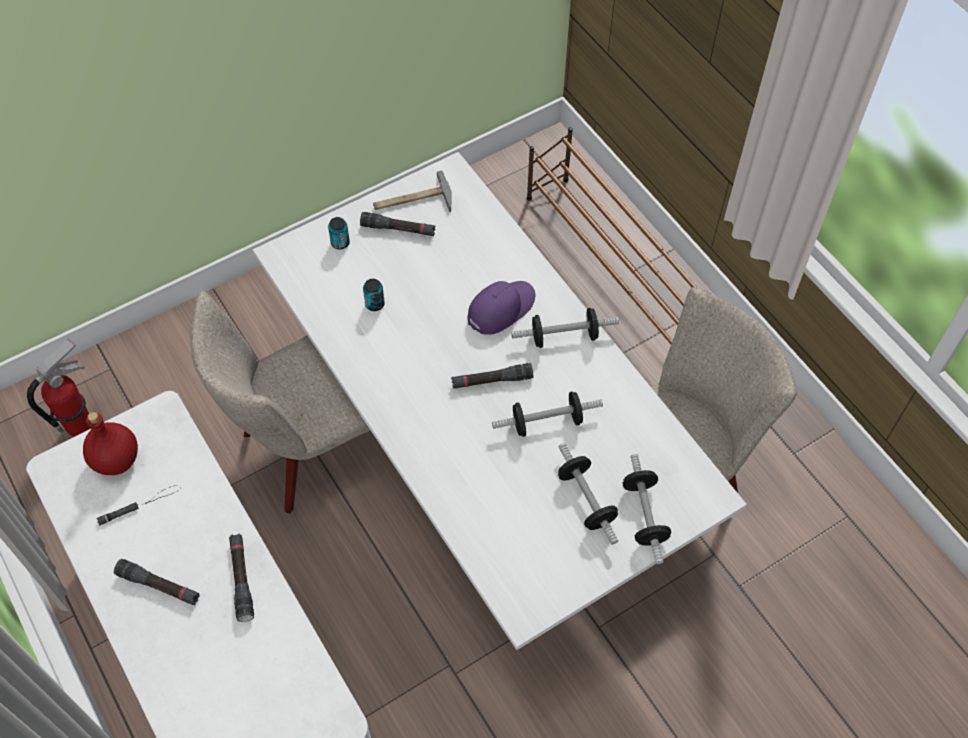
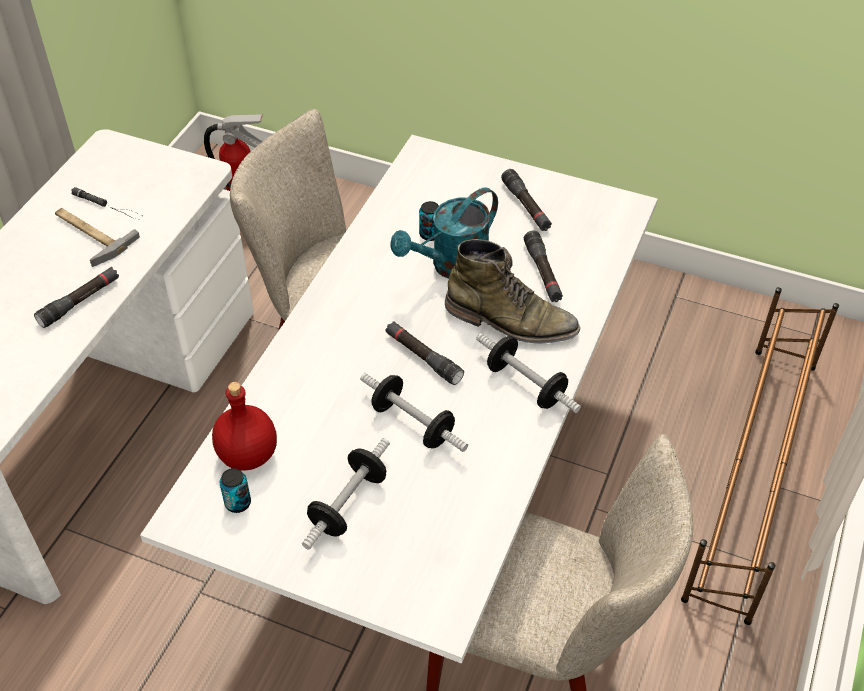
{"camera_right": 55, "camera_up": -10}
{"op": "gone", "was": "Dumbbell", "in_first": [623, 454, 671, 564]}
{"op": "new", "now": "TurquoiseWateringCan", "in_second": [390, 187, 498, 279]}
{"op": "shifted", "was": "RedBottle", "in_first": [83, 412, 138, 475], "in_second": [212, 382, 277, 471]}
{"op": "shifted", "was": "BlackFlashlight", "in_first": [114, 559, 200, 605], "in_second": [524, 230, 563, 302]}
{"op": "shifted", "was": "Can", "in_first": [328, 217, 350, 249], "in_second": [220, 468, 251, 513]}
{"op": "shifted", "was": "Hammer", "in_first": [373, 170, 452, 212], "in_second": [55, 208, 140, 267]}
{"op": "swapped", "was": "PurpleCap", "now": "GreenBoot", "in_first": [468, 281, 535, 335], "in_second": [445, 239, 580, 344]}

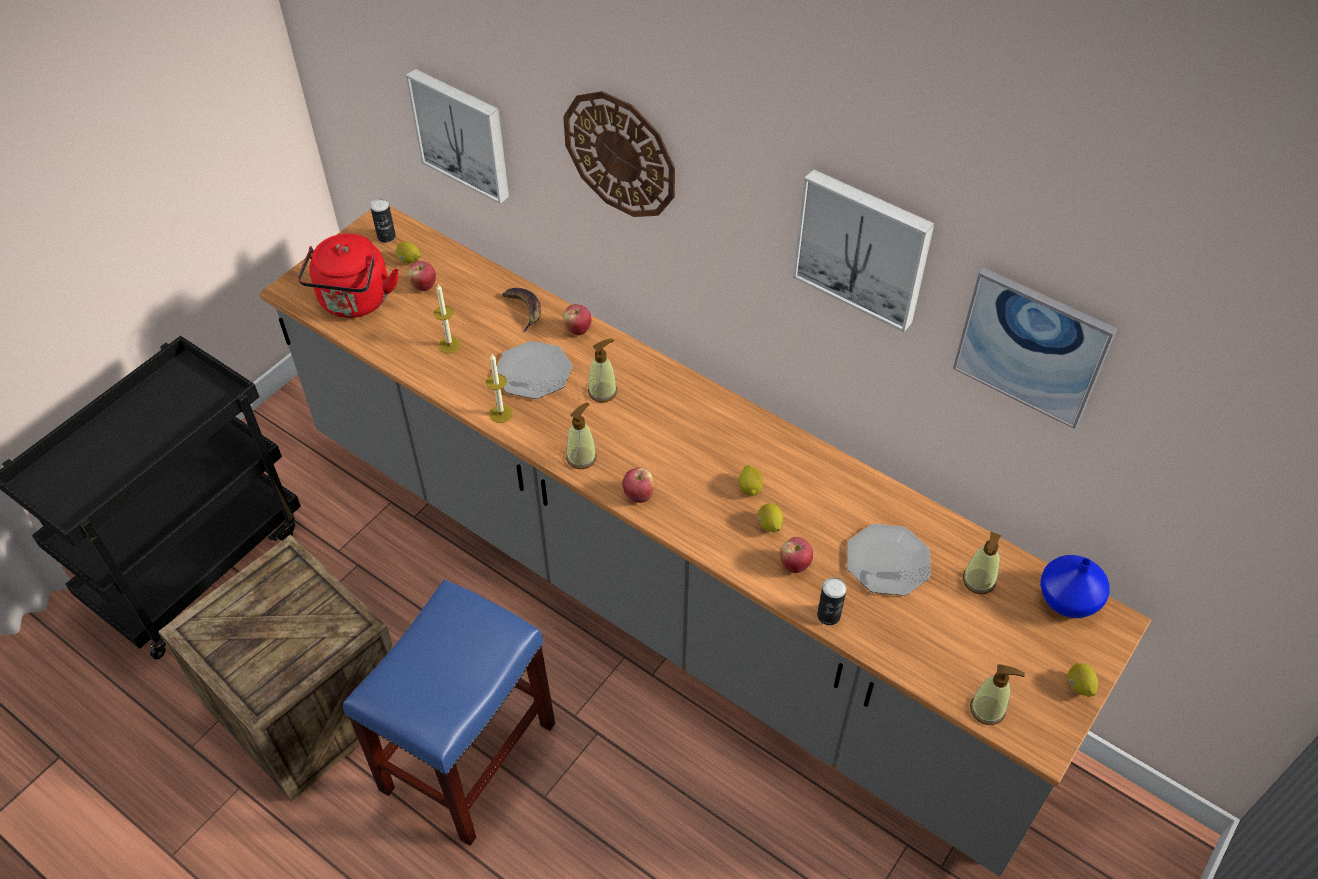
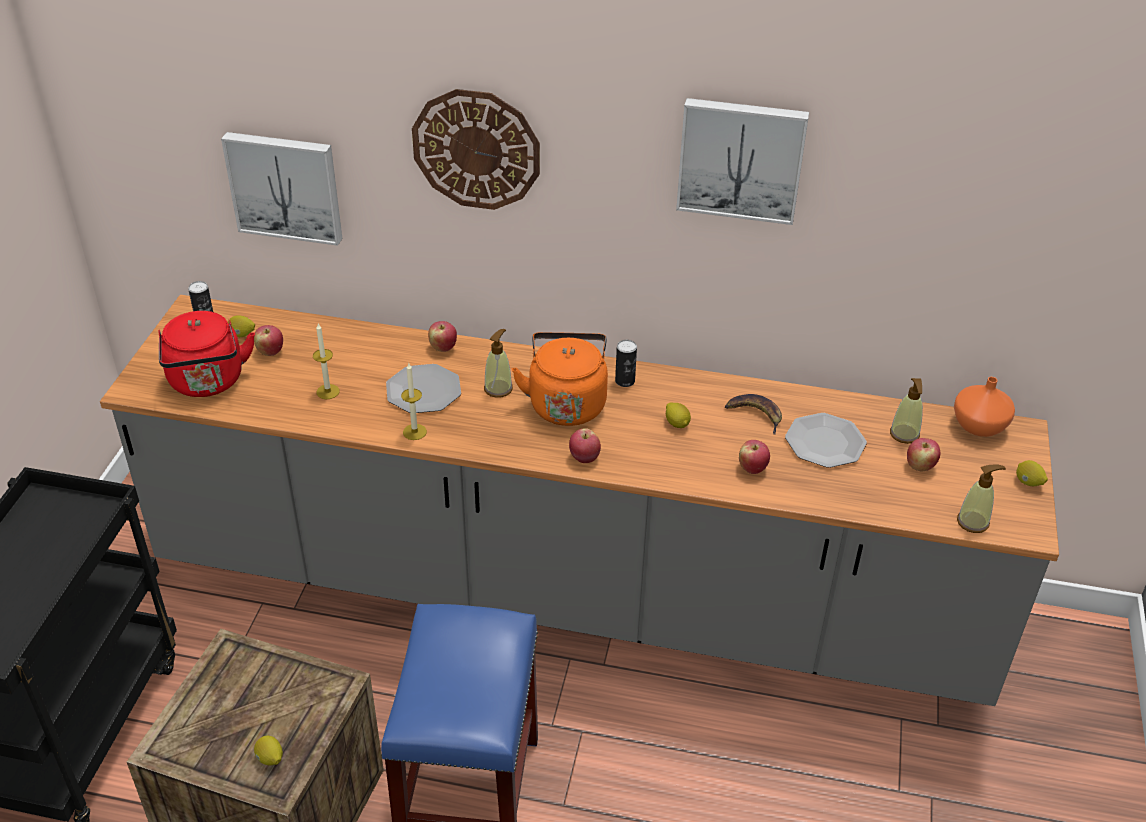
{"camera_right": -25, "camera_up": -10}
{"op": "gone", "was": "SoapDispenser", "in_first": [566, 403, 597, 469]}
{"op": "gone", "was": "Picture", "in_first": [953, 267, 1117, 429]}
{"op": "new", "now": "OrangeKettle", "in_second": [512, 332, 608, 426]}
{"op": "new", "now": "Apple", "in_second": [907, 438, 940, 471]}
{"op": "shifted", "was": "Banana", "in_first": [502, 288, 541, 332], "in_second": [725, 394, 782, 435]}
{"op": "shifted", "was": "Lemon", "in_first": [758, 503, 783, 533], "in_second": [254, 736, 283, 766]}
{"op": "shifted", "was": "Can", "in_first": [817, 578, 847, 625], "in_second": [615, 340, 637, 387]}
{"op": "repainted", "was": "BlueVase", "now": "OrangeVase", "in_first": [1040, 555, 1110, 618], "in_second": [954, 377, 1015, 437]}

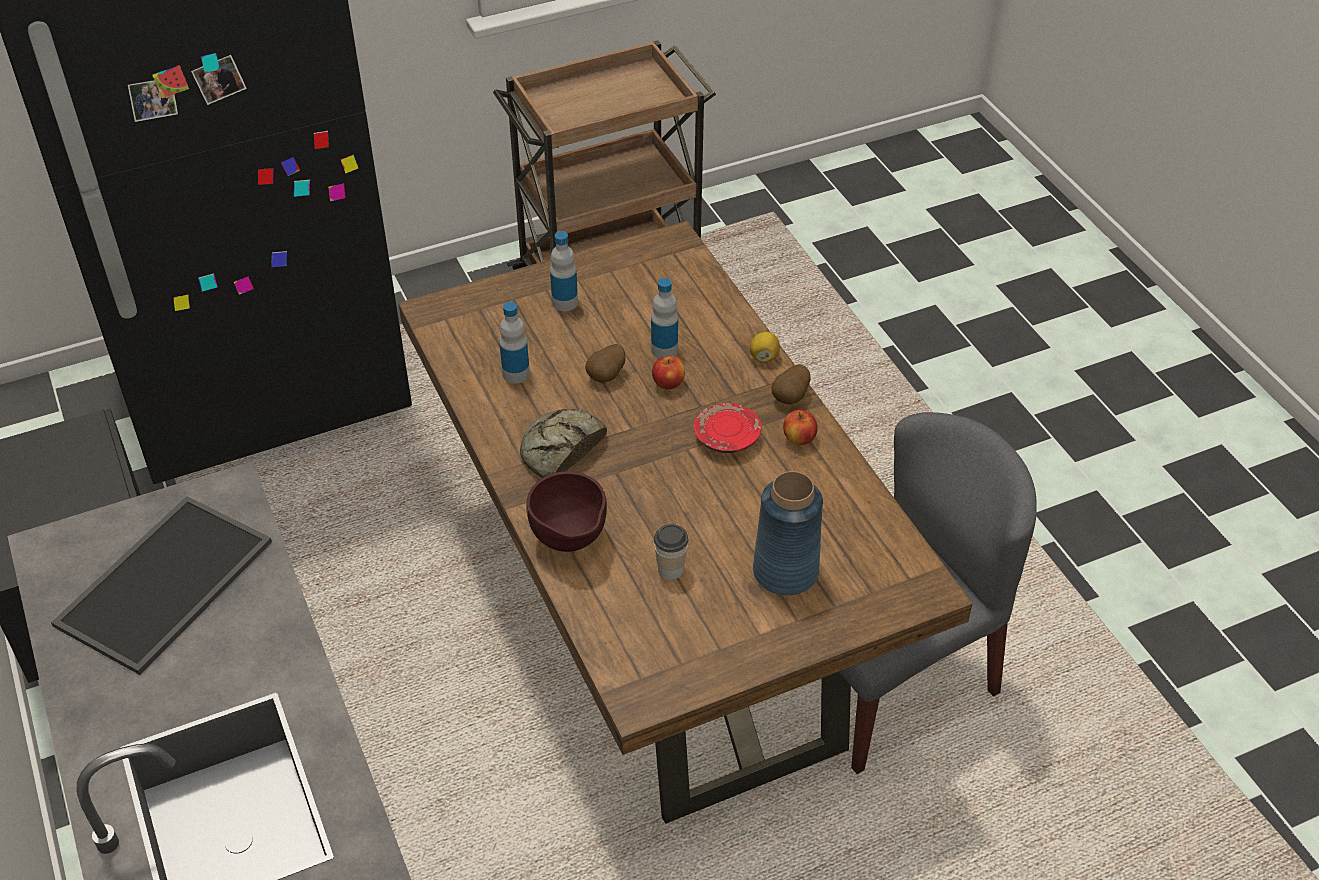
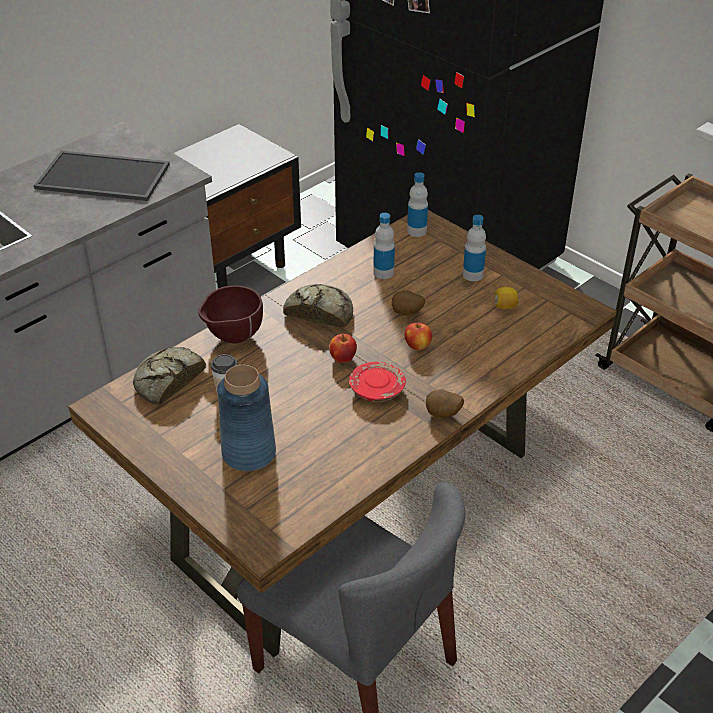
{"camera_right": 70, "camera_up": -5}
{"op": "new", "now": "Bread", "in_second": [133, 347, 206, 405]}
{"op": "shifted", "was": "Bottle", "in_first": [651, 278, 678, 358], "in_second": [407, 172, 428, 237]}
{"op": "shifted", "was": "Lemon", "in_first": [750, 332, 780, 363], "in_second": [494, 287, 519, 309]}
{"op": "shifted", "was": "Apple", "in_first": [783, 410, 817, 445], "in_second": [329, 334, 357, 363]}

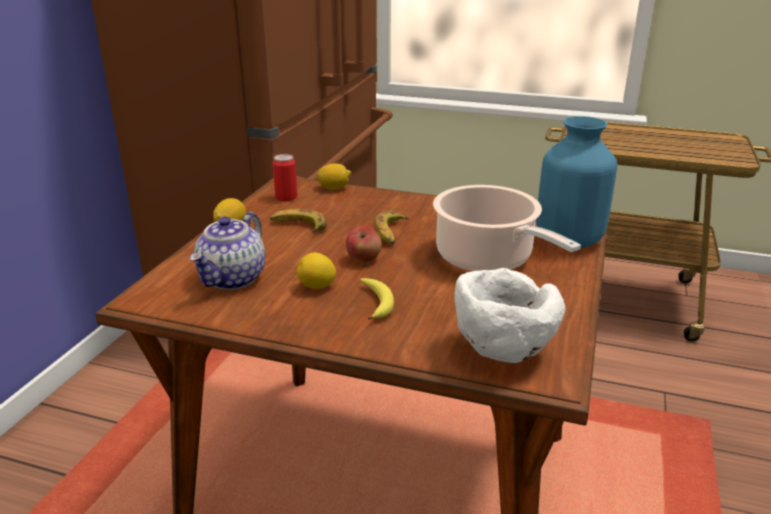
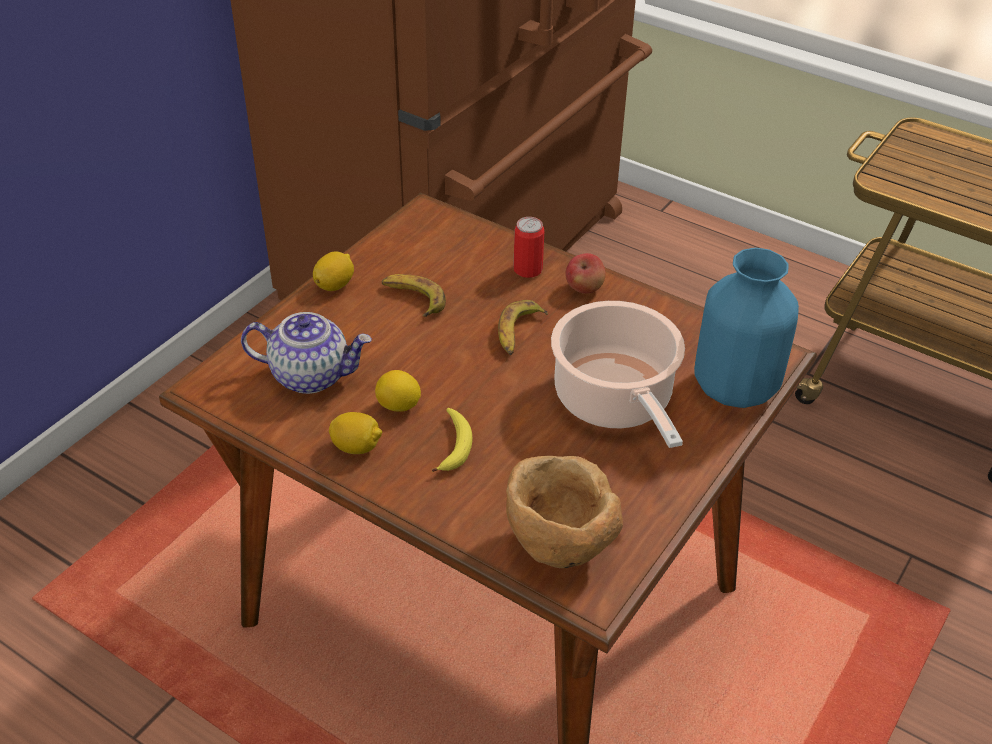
{"camera_right": 15, "camera_up": 15}
{"op": "shifted", "was": "Can", "in_first": [273, 154, 298, 201], "in_second": [513, 217, 544, 278]}
{"op": "shifted", "was": "Lemon", "in_first": [317, 163, 351, 190], "in_second": [329, 412, 382, 454]}
{"op": "shifted", "was": "Apple", "in_first": [346, 226, 382, 262], "in_second": [566, 253, 606, 293]}
{"op": "repainted", "was": "WhiteBowl", "now": "BrownBowl", "in_first": [454, 268, 566, 363], "in_second": [506, 456, 623, 568]}
{"op": "rotated", "was": "Teapot", "in_first": [190, 212, 265, 290], "in_second": [241, 312, 372, 394], "clockwise": -120}

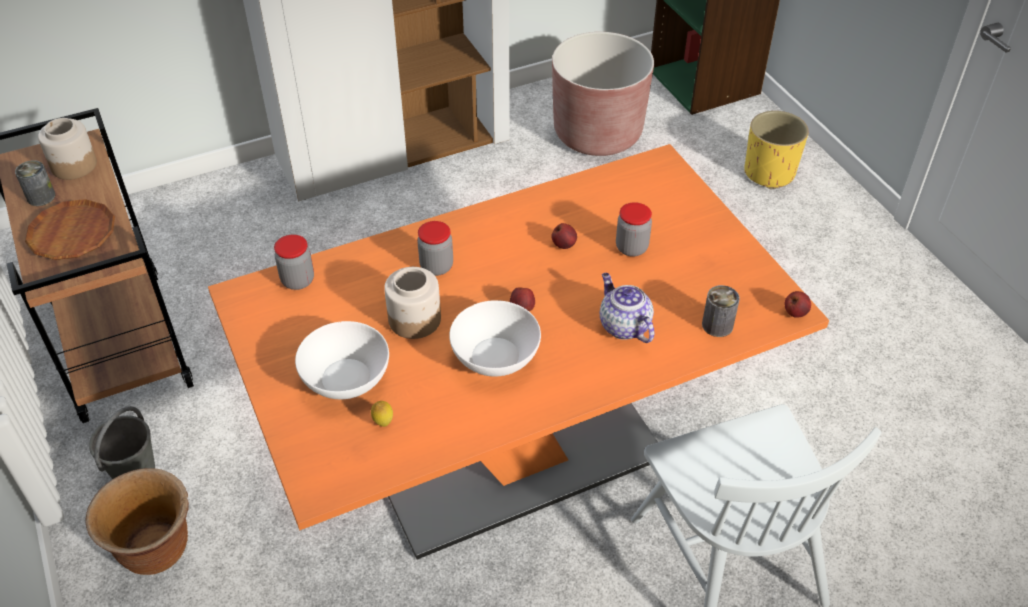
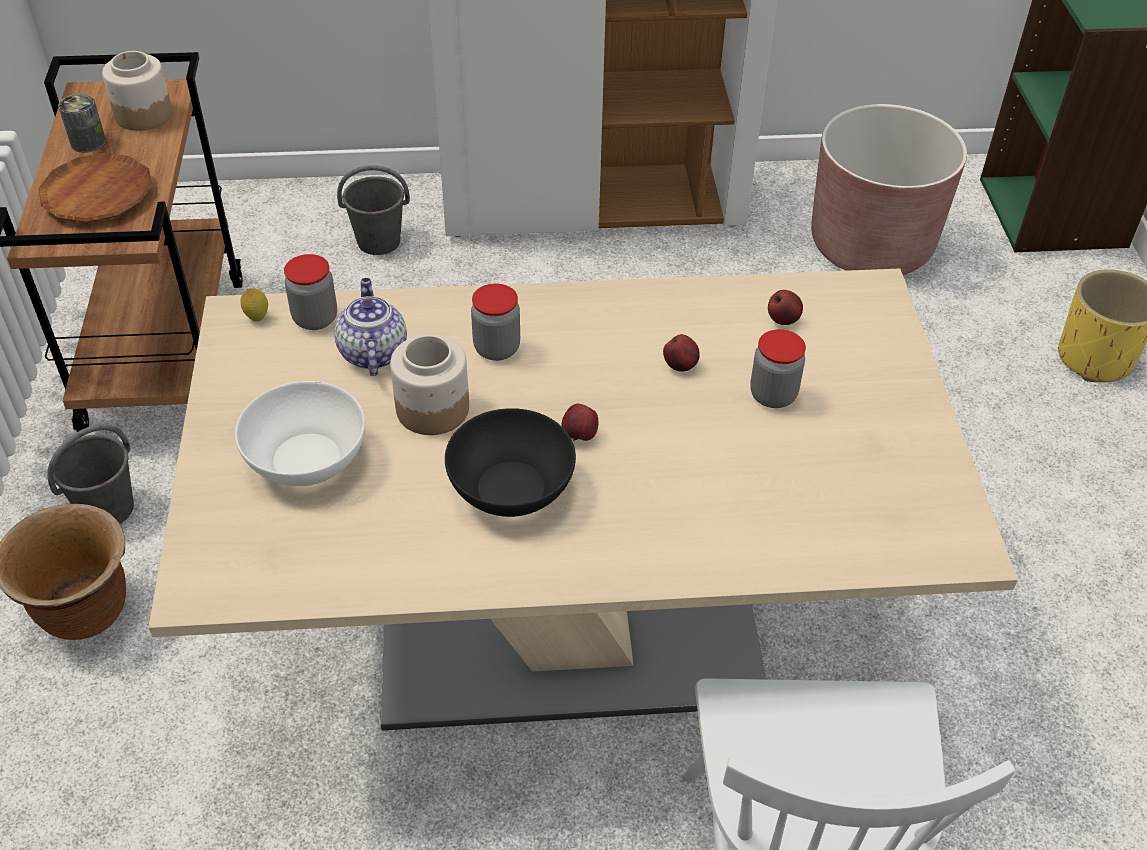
{"camera_right": 20, "camera_up": 0}
{"op": "gone", "was": "Can", "in_first": [702, 285, 740, 337]}
{"op": "new", "now": "GreyBucket", "in_second": [337, 165, 410, 255]}
{"op": "shifted", "was": "Lemon", "in_first": [371, 401, 393, 427], "in_second": [240, 288, 268, 322]}
{"op": "shifted", "was": "Teapot", "in_first": [600, 273, 655, 343], "in_second": [334, 278, 407, 376]}
{"op": "shifted", "was": "Apple", "in_first": [785, 291, 811, 318], "in_second": [768, 290, 803, 325]}
{"op": "repainted", "was": "OrangeDiningTable", "now": "BeigeDiningTable", "in_first": [208, 144, 829, 559], "in_second": [148, 268, 1018, 731]}
{"op": "repainted", "was": "WhiteBowl", "now": "BlackBowl", "in_first": [449, 300, 541, 376], "in_second": [445, 408, 576, 517]}

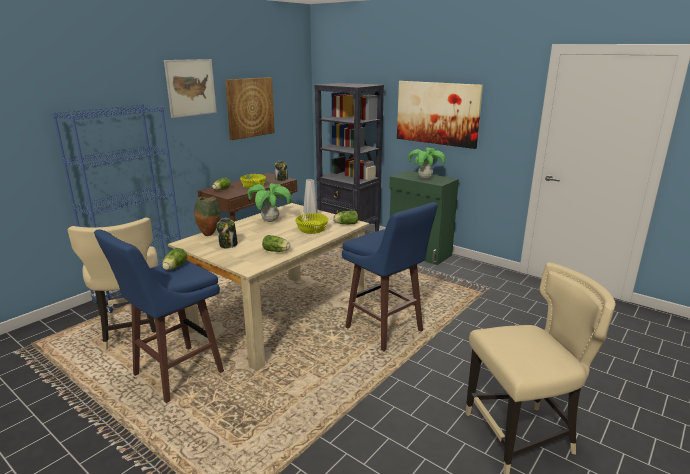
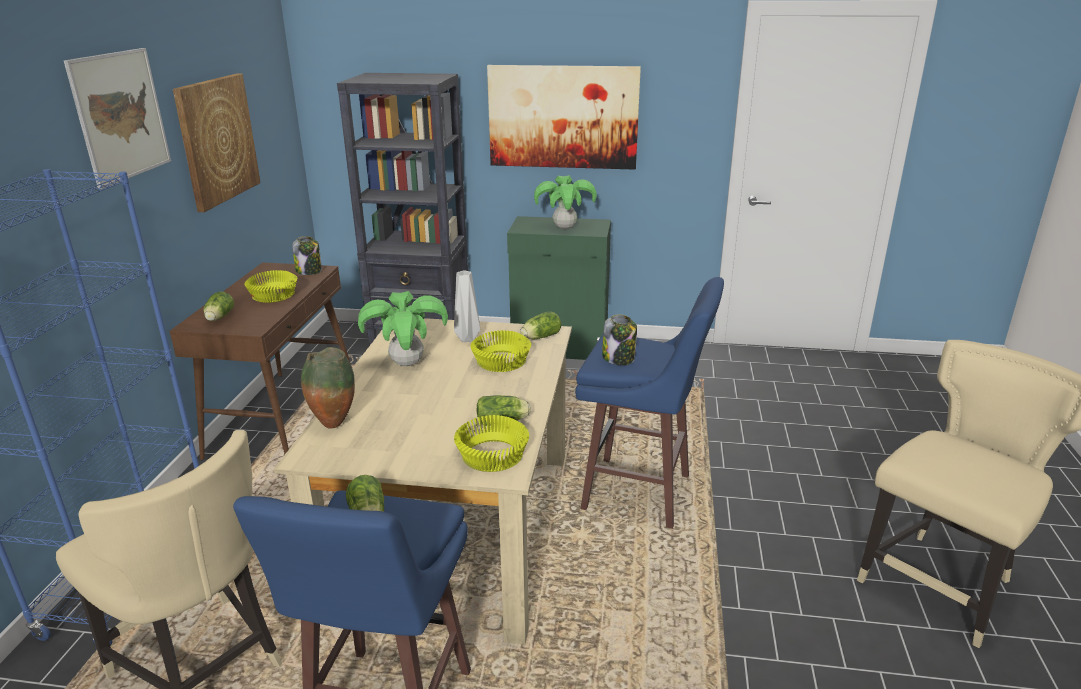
{"camera_right": -30, "camera_up": 5}
{"op": "new", "now": "YellowBowl", "in_second": [454, 415, 529, 472]}
{"op": "shifted", "was": "Jar", "in_first": [216, 218, 238, 248], "in_second": [602, 315, 637, 365]}

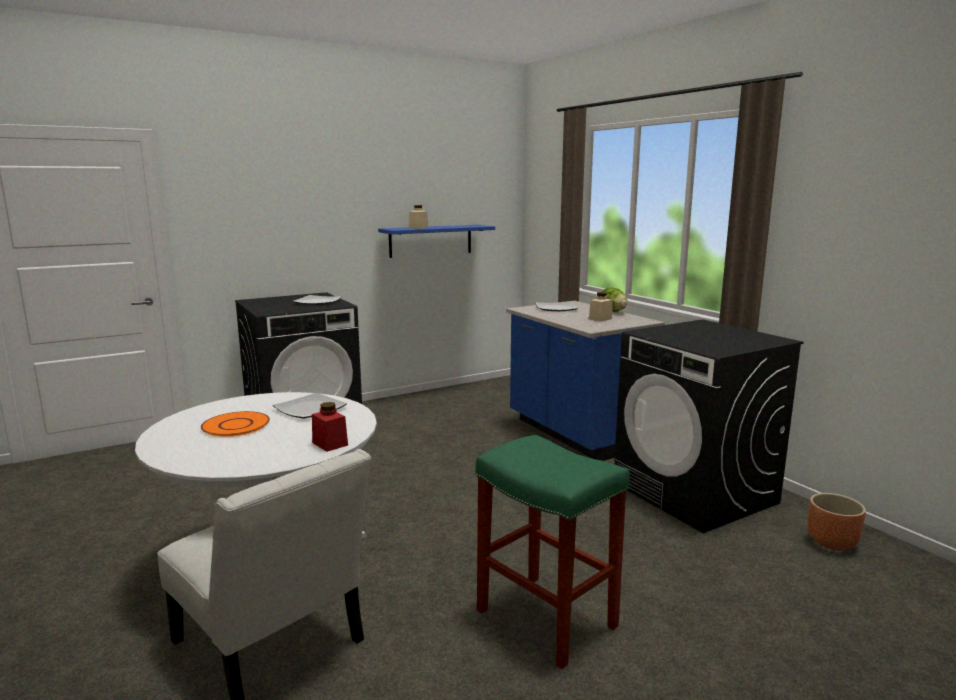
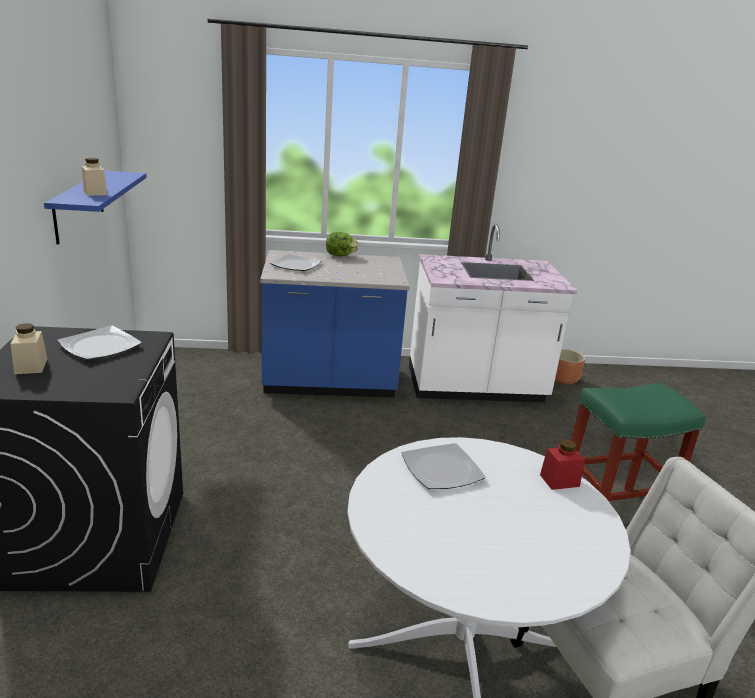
{"camera_right": -65, "camera_up": 10}
{"op": "gone", "was": "OrangePlate", "in_first": [201, 411, 270, 437]}
{"op": "shifted", "was": "BeigeJar", "in_first": [589, 292, 612, 322], "in_second": [11, 323, 47, 374]}
{"op": "swapped", "was": "BlackWashingMachine", "now": "WhiteCounter", "in_first": [614, 319, 804, 533], "in_second": [409, 224, 577, 402]}

